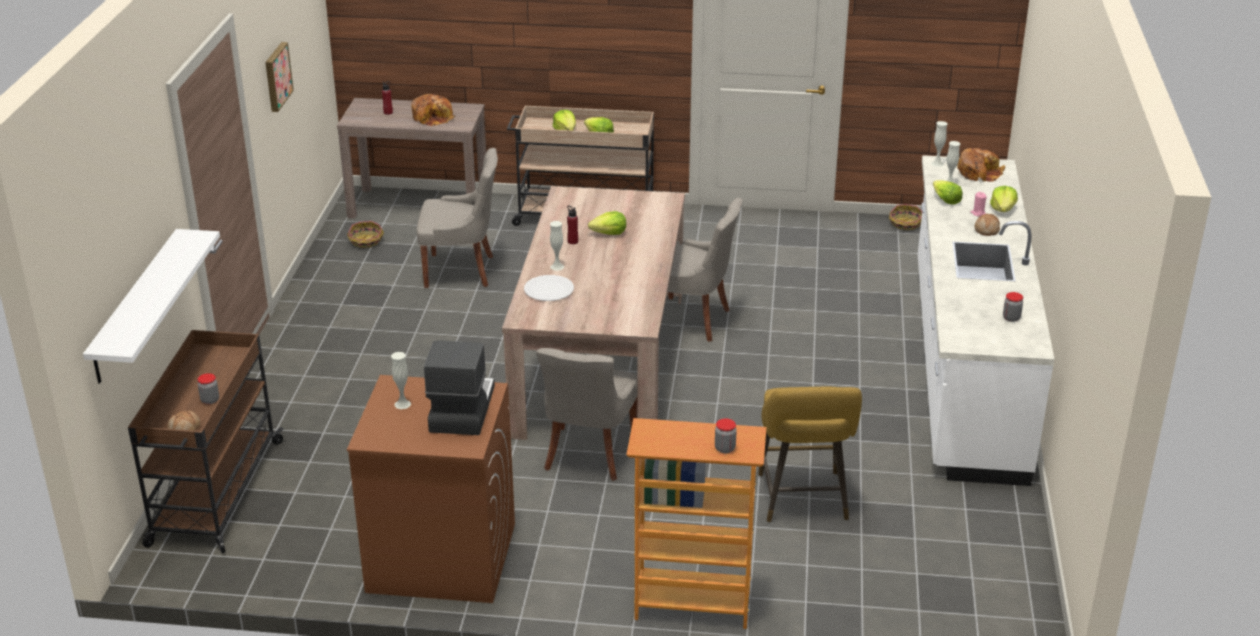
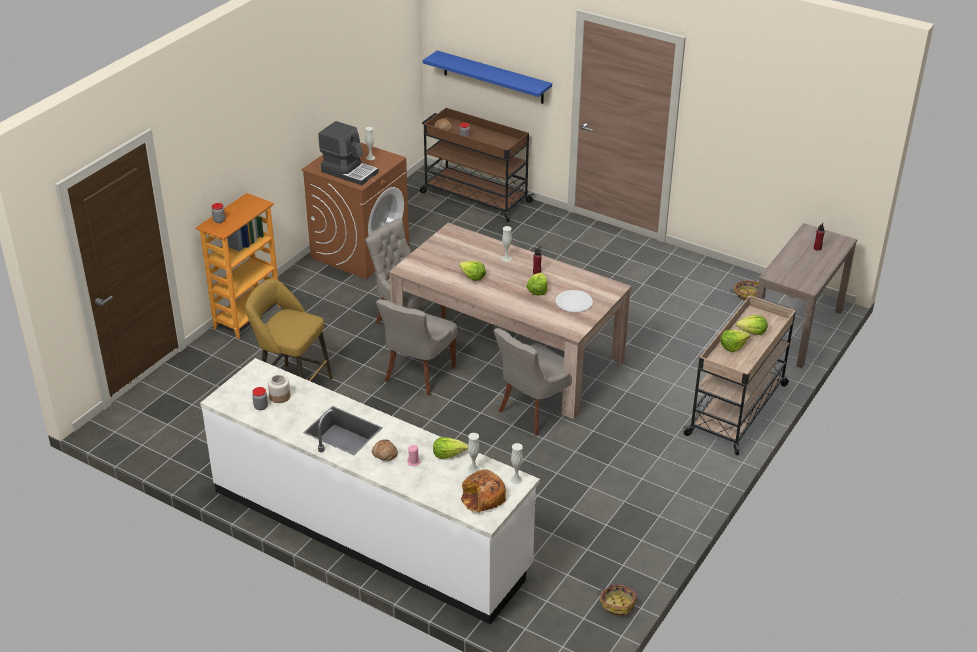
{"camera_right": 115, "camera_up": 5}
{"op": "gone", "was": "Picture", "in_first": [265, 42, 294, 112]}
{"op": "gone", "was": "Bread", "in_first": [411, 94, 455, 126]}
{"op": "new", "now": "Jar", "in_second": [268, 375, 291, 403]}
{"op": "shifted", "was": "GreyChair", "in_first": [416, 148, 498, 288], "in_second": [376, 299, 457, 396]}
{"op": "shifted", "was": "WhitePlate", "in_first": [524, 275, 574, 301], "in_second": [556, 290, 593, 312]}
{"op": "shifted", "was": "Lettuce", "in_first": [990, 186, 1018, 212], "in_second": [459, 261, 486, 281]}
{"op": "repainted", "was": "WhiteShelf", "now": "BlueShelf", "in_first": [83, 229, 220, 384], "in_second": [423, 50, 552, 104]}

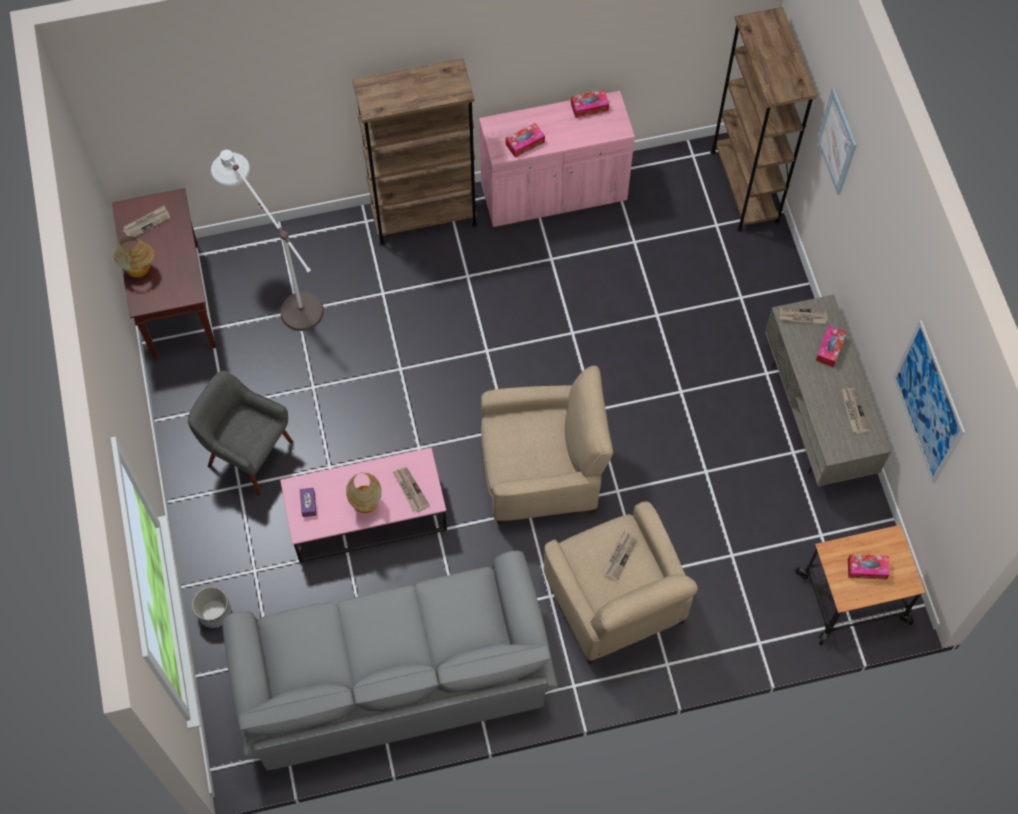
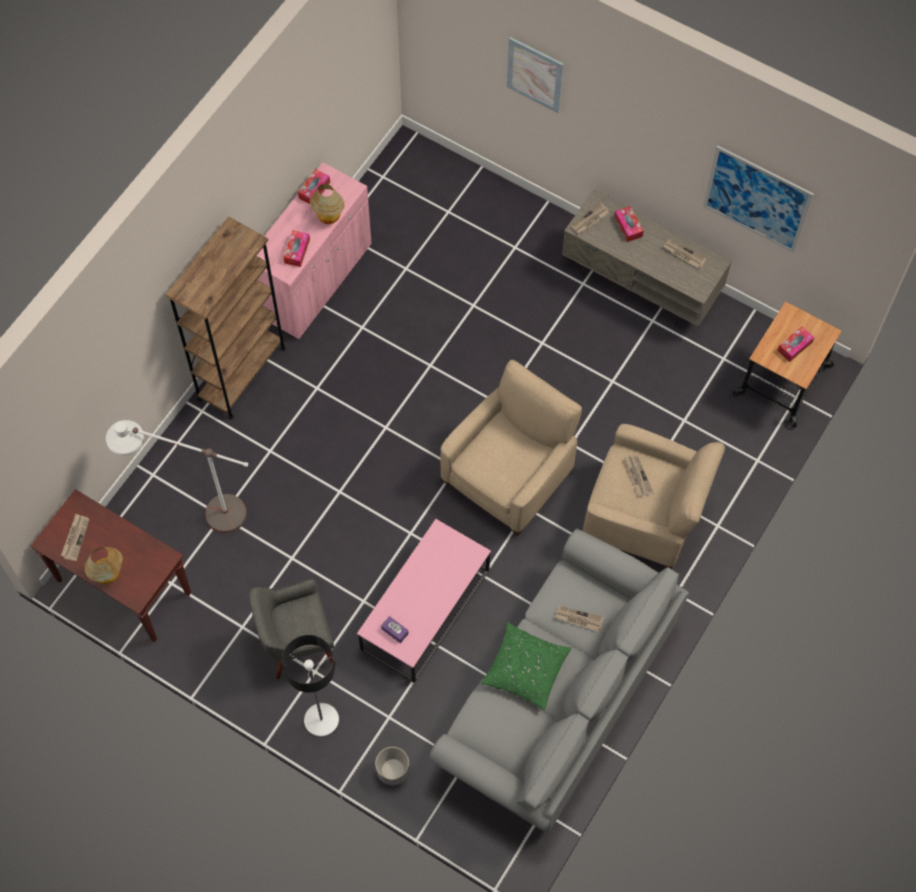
{"camera_right": -45, "camera_up": 0}
{"op": "gone", "was": "BrownBookcase", "in_first": [711, 7, 817, 232]}
{"op": "new", "now": "FloorLamp", "in_second": [282, 635, 340, 738]}
{"op": "new", "now": "GreenPillow", "in_second": [481, 622, 571, 710]}
{"op": "shifted", "was": "TableLamp", "in_first": [346, 473, 382, 513], "in_second": [310, 184, 344, 224]}
{"op": "shifted", "was": "Newspaper", "in_first": [393, 467, 430, 512], "in_second": [554, 606, 604, 631]}

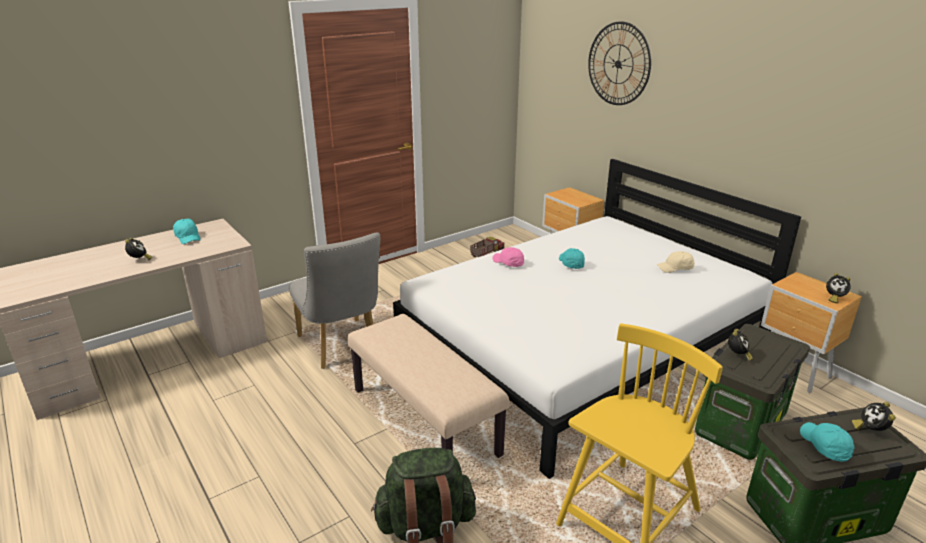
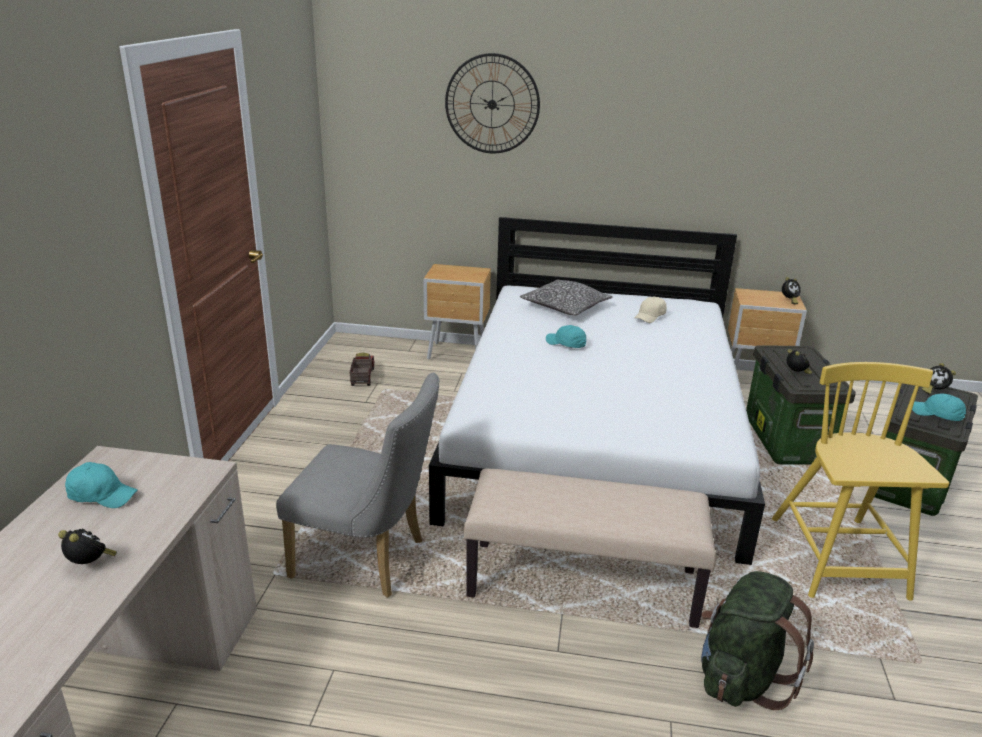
{"camera_right": -45, "camera_up": 0}
{"op": "gone", "was": "PinkCap", "in_first": [492, 247, 524, 267]}
{"op": "new", "now": "Pillow", "in_second": [520, 279, 613, 316]}

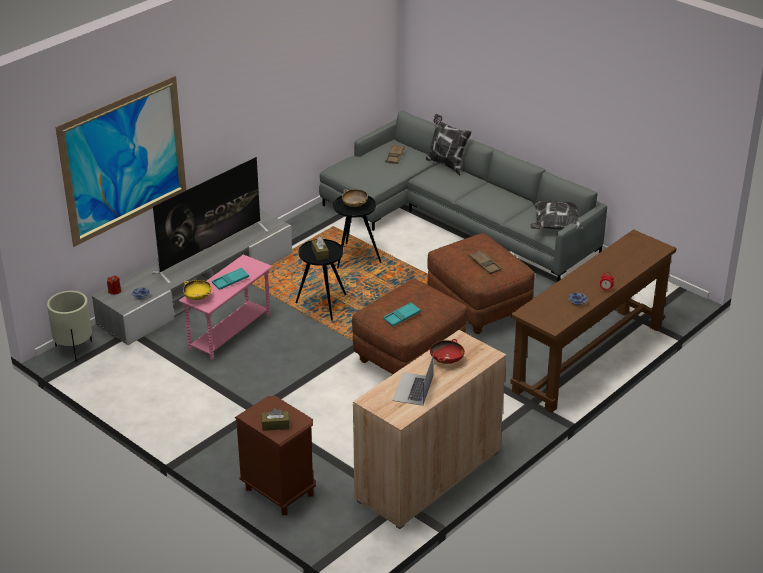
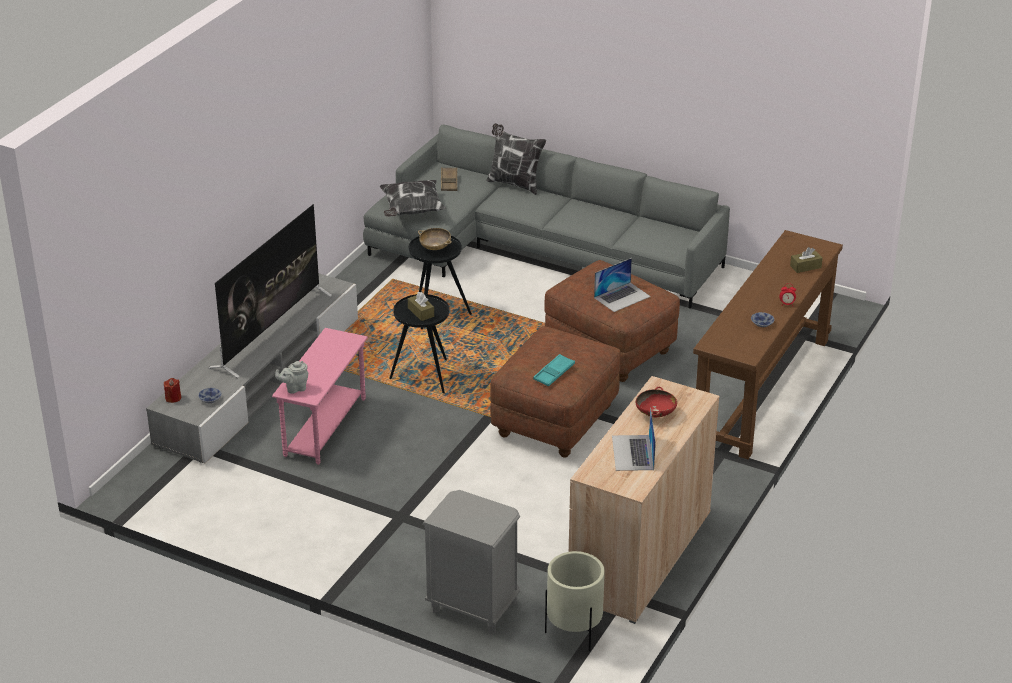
{"camera_right": -15, "camera_up": 0}
{"op": "gone", "was": "Picture", "in_first": [56, 76, 186, 247]}
{"op": "gone", "was": "TurquoiseTray", "in_first": [212, 268, 249, 290]}
{"op": "shifted", "was": "BeigePlanter", "in_first": [47, 291, 92, 362], "in_second": [545, 551, 605, 651]}
{"op": "shifted", "was": "BrownTissueBox", "in_first": [261, 408, 290, 431], "in_second": [790, 247, 823, 273]}
{"op": "shifted", "was": "Pillow", "in_first": [530, 201, 584, 229], "in_second": [380, 180, 446, 217]}
{"op": "swapped", "was": "YellowBowl", "now": "GreyTeapot", "in_first": [183, 280, 211, 300], "in_second": [275, 361, 308, 394]}
{"op": "swapped", "was": "BrownTray", "now": "Laptop", "in_first": [469, 250, 502, 274], "in_second": [594, 258, 651, 312]}
{"op": "repainted", "was": "BrownNightstand", "now": "GreyNightstand", "in_first": [235, 396, 316, 515], "in_second": [422, 490, 520, 634]}

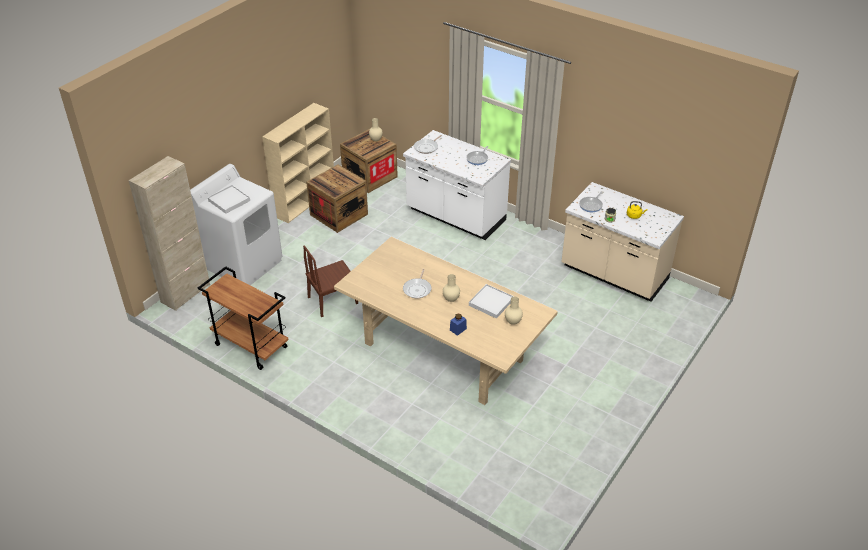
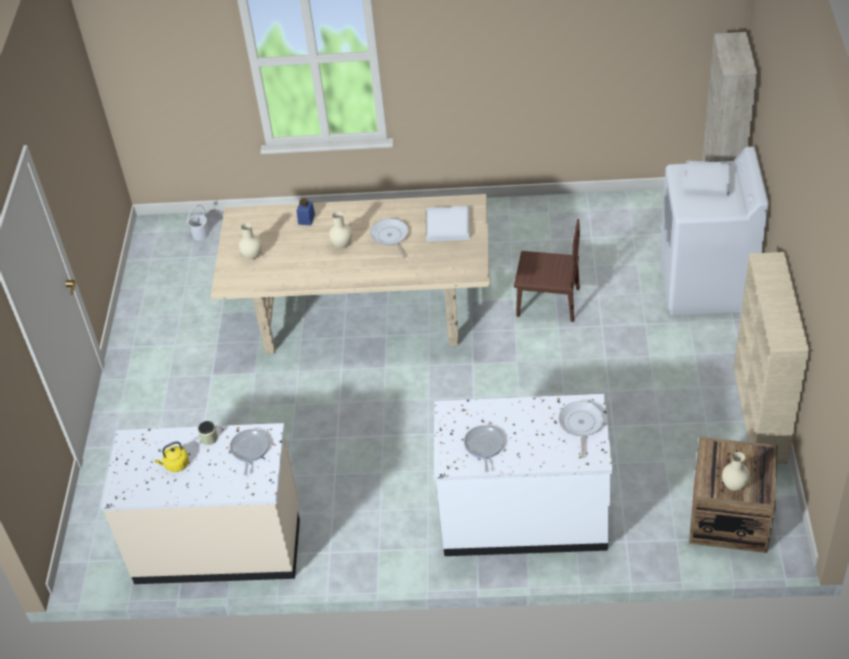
{"camera_right": 150, "camera_up": 5}
{"op": "gone", "was": "BrownCart", "in_first": [198, 266, 289, 370]}
{"op": "gone", "was": "Crate", "in_first": [306, 164, 368, 233]}
{"op": "new", "now": "WhiteBucket", "in_second": [187, 205, 209, 240]}
{"op": "shifted", "was": "WhiteTray", "in_first": [469, 284, 513, 319], "in_second": [426, 206, 470, 242]}
{"op": "rotated", "was": "BrownChair", "in_first": [303, 245, 358, 317], "in_second": [514, 219, 580, 322], "clockwise": 75}

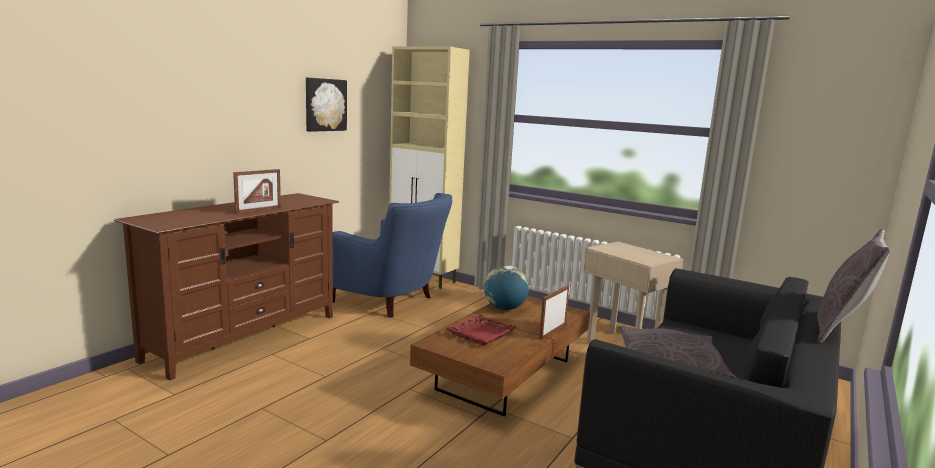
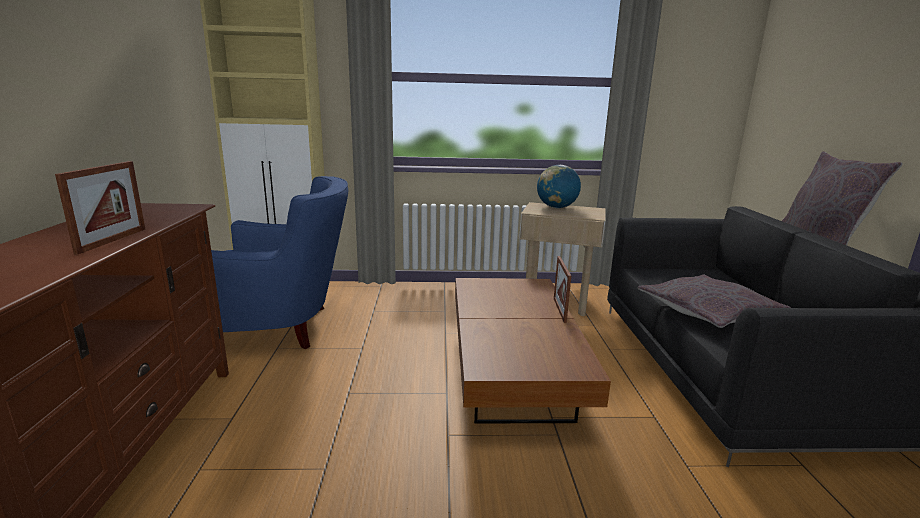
{"camera_right": -35, "camera_up": 5}
{"op": "gone", "was": "Picture", "in_first": [306, 78, 347, 132]}
{"op": "gone", "was": "RedTray", "in_first": [446, 314, 516, 346]}
{"op": "shifted", "was": "Globe", "in_first": [484, 265, 529, 310], "in_second": [537, 165, 581, 208]}

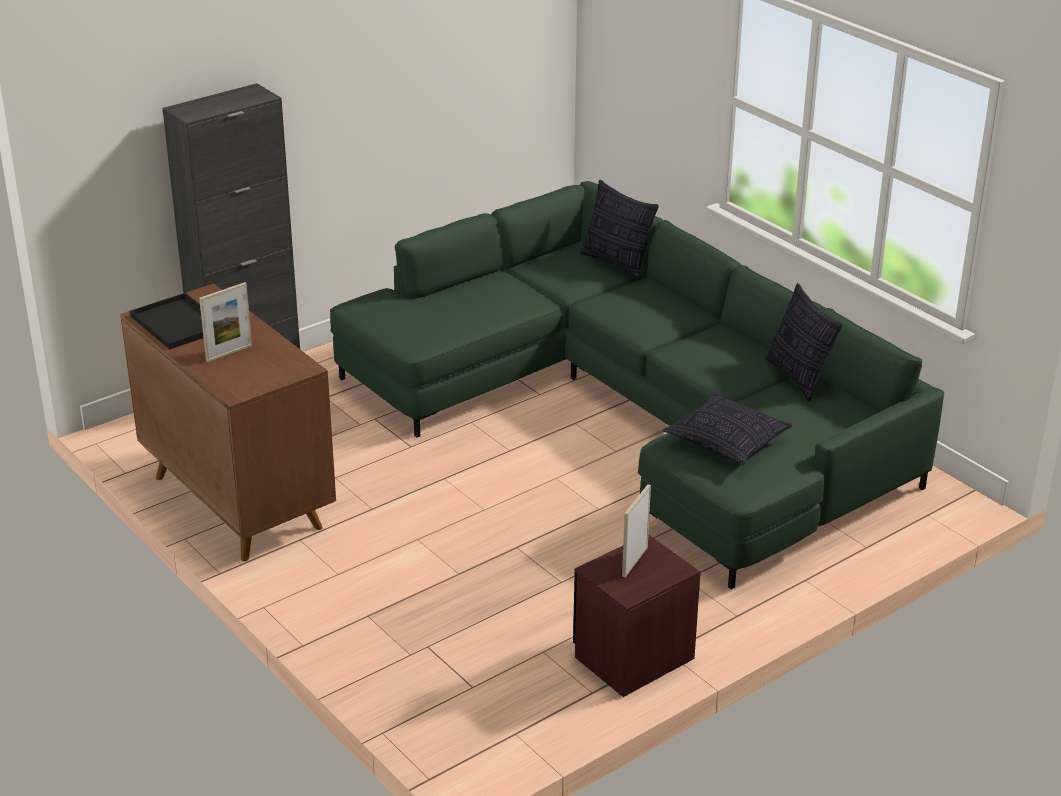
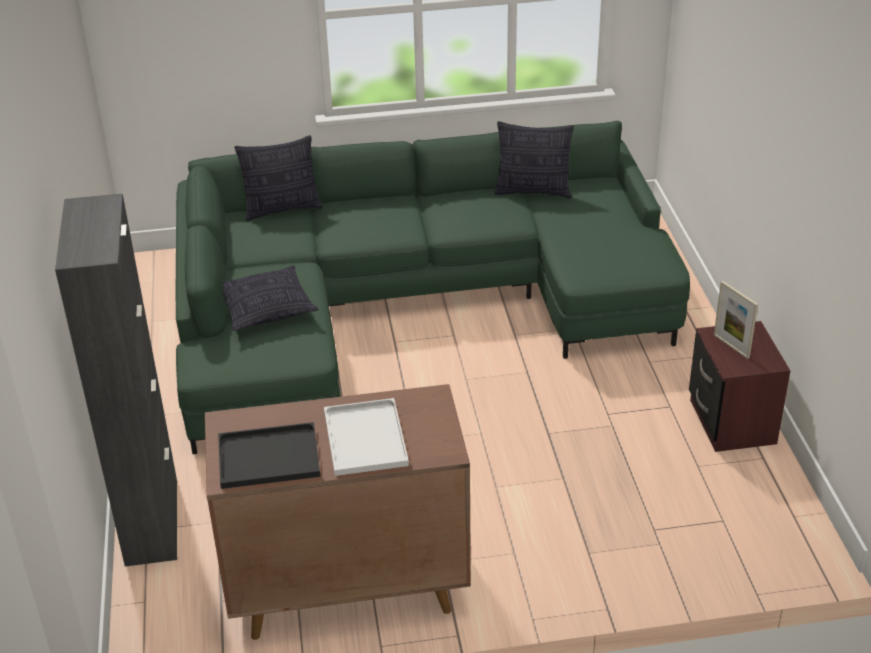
{"camera_right": -60, "camera_up": 5}
{"op": "shifted", "was": "Pillow", "in_first": [663, 392, 793, 465], "in_second": [223, 265, 319, 331]}
{"op": "swapped", "was": "PictureFrame", "now": "WhiteTray", "in_first": [199, 282, 252, 362], "in_second": [324, 398, 409, 476]}

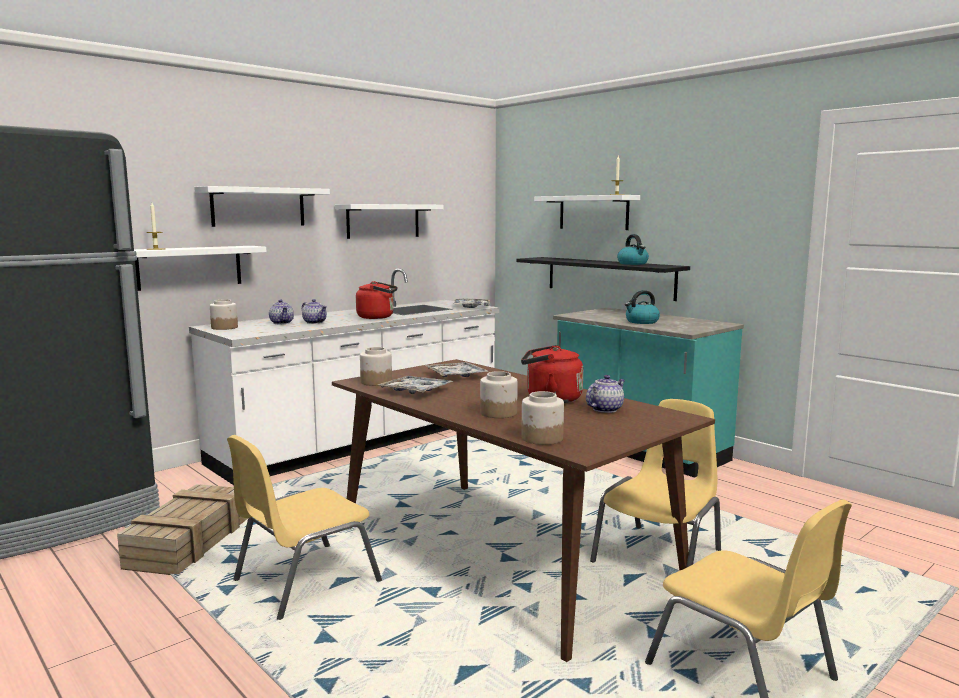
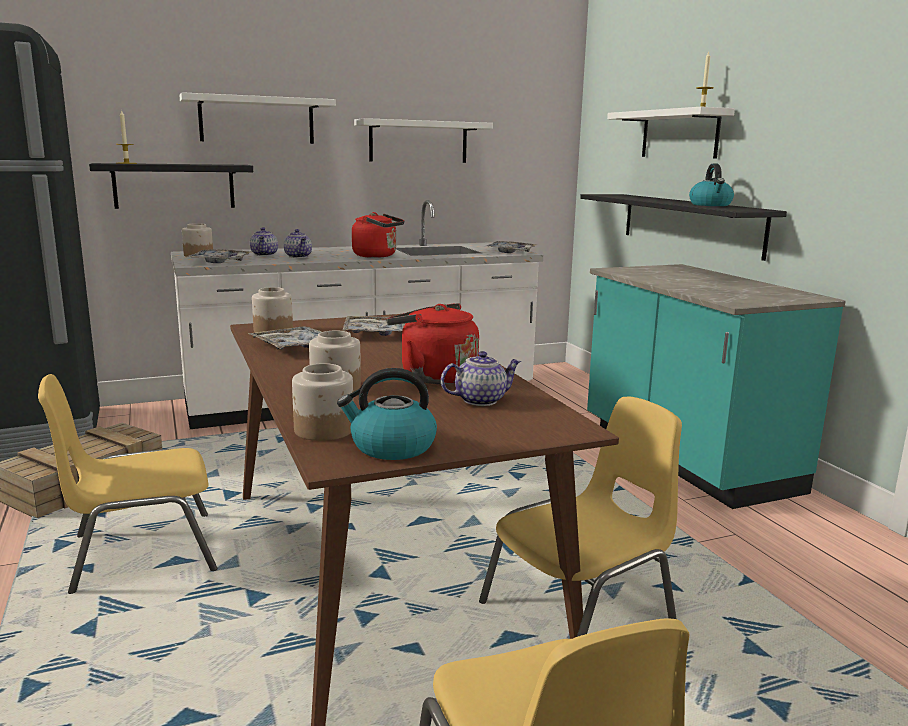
{"camera_right": 20, "camera_up": 5}
{"op": "new", "now": "Tray", "in_second": [187, 249, 251, 263]}
{"op": "shifted", "was": "Kettle", "in_first": [625, 290, 660, 324], "in_second": [337, 368, 437, 460]}
{"op": "repainted", "was": "WhiteShelf", "now": "BlackShelf", "in_first": [134, 246, 266, 291], "in_second": [89, 163, 253, 209]}

